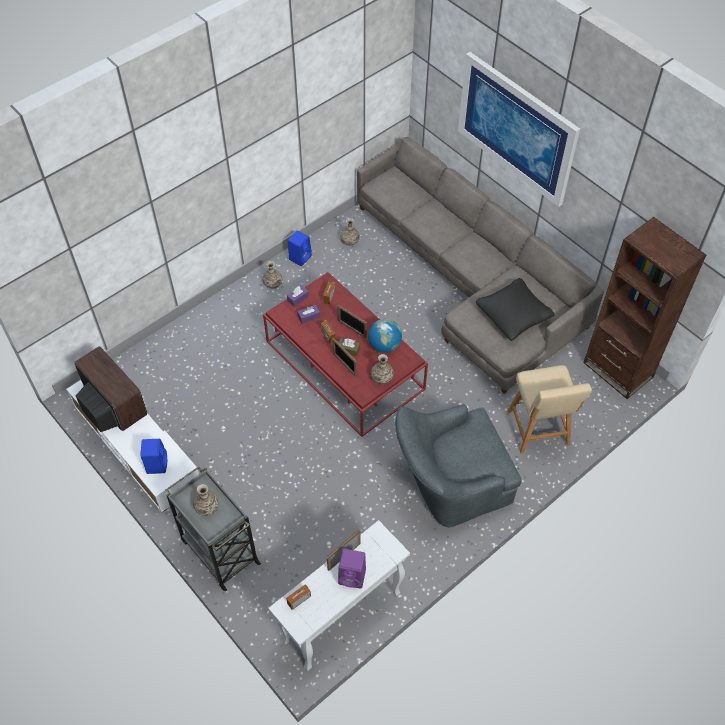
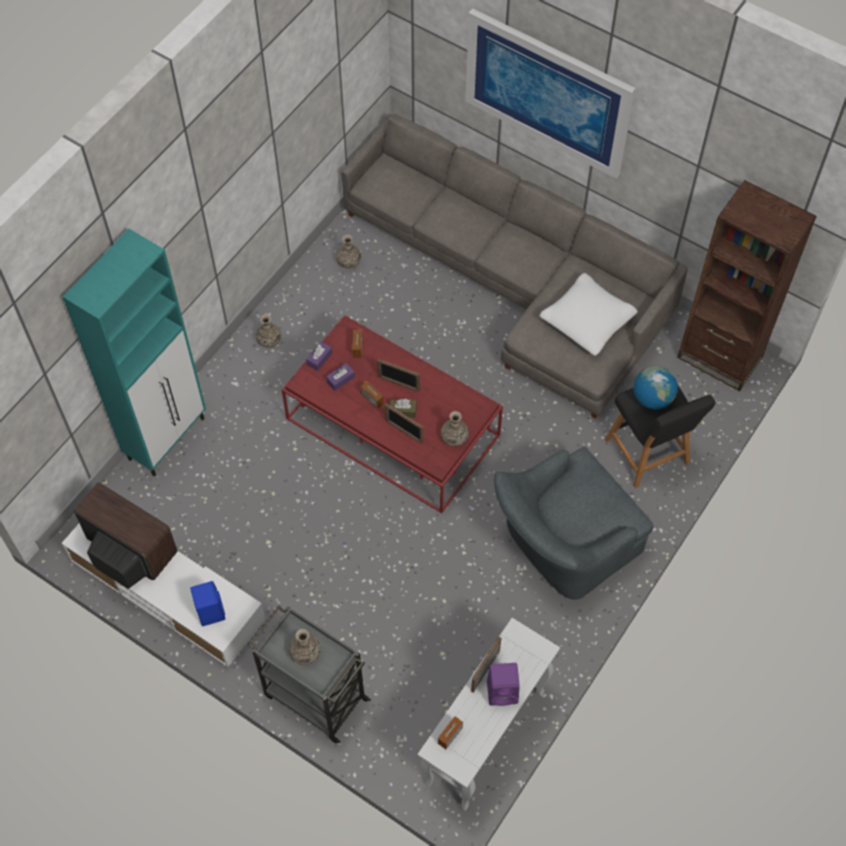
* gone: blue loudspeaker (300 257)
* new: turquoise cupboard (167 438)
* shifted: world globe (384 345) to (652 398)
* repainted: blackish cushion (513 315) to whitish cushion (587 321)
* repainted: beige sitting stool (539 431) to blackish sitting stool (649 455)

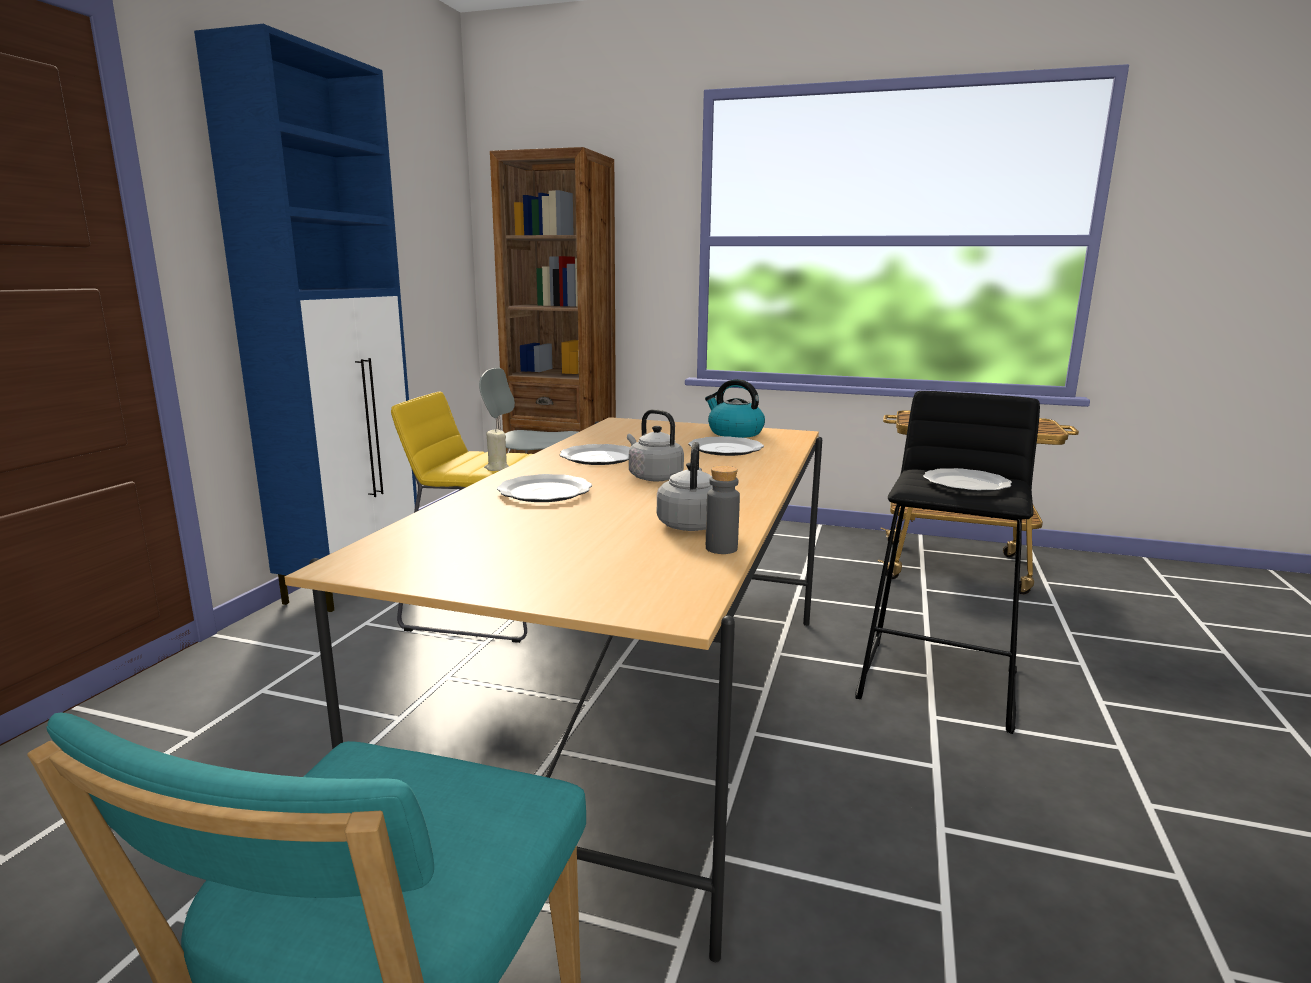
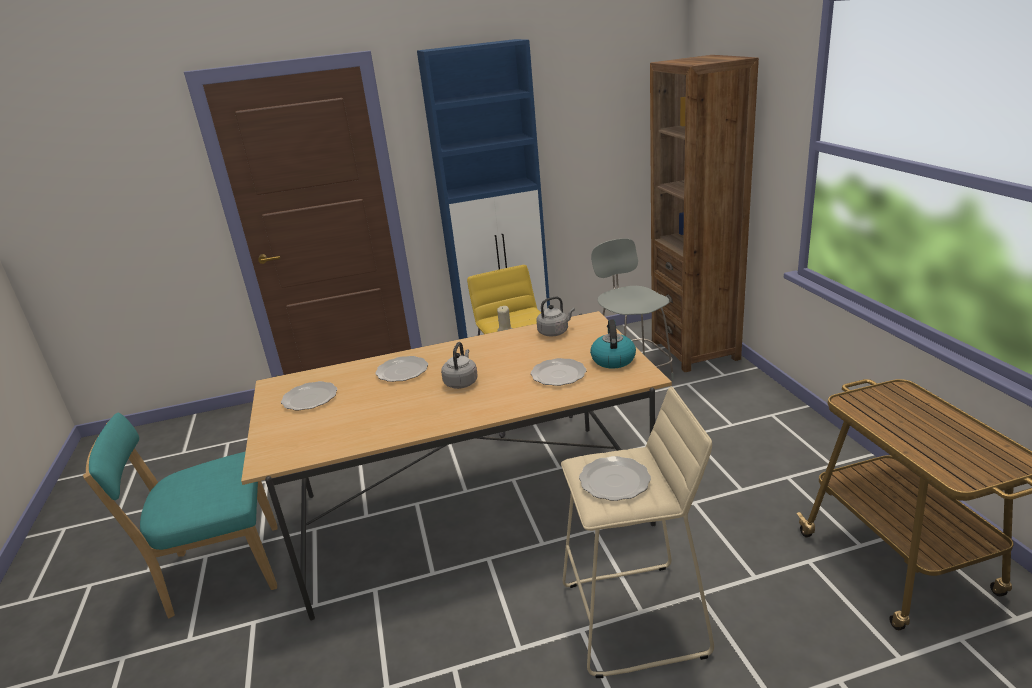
* gone: grey bottle (721 548)
* shifted: plate (598 457) to (310 398)
* shifted: grey kettle (690 524) to (554 332)
* repainted: blackish sitting stool (939 683) to beige sitting stool (634 619)

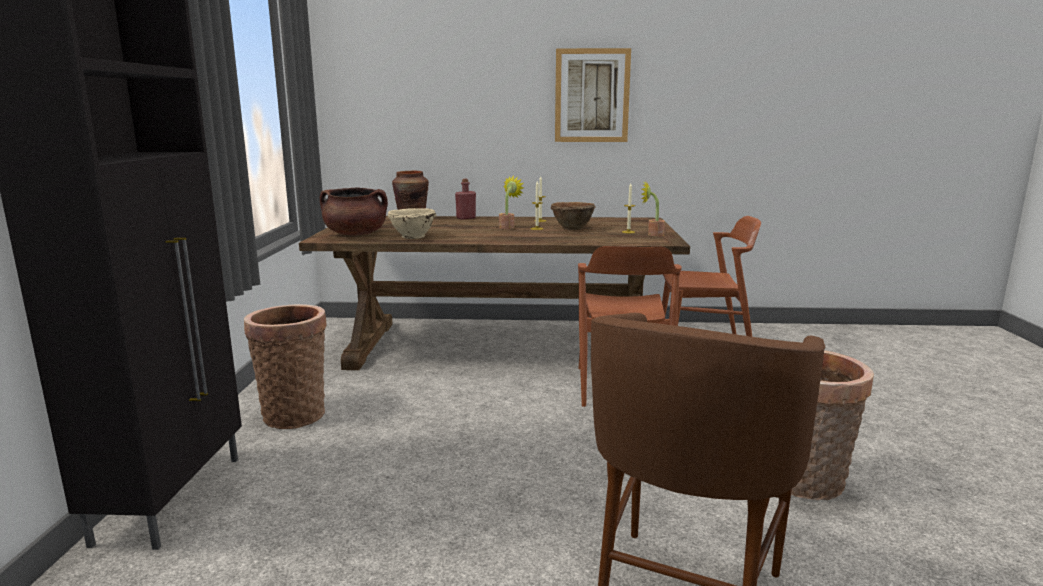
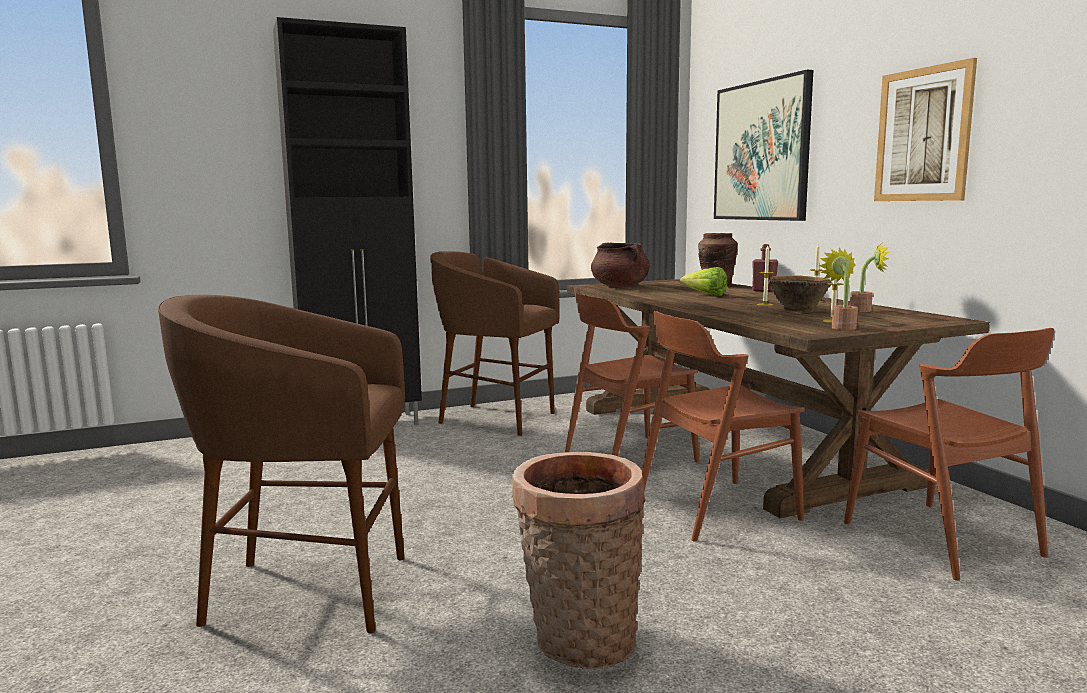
* gone: beige deep dish (412 237)
* new: brown-coloured chair (629 456)
* new: lettuce (706 295)
* new: wall art (761 151)
* shifted: plant in a pot (508 227) to (865 310)
* swapped: household basket (295 413) to brown-coloured sitting stool (495 419)

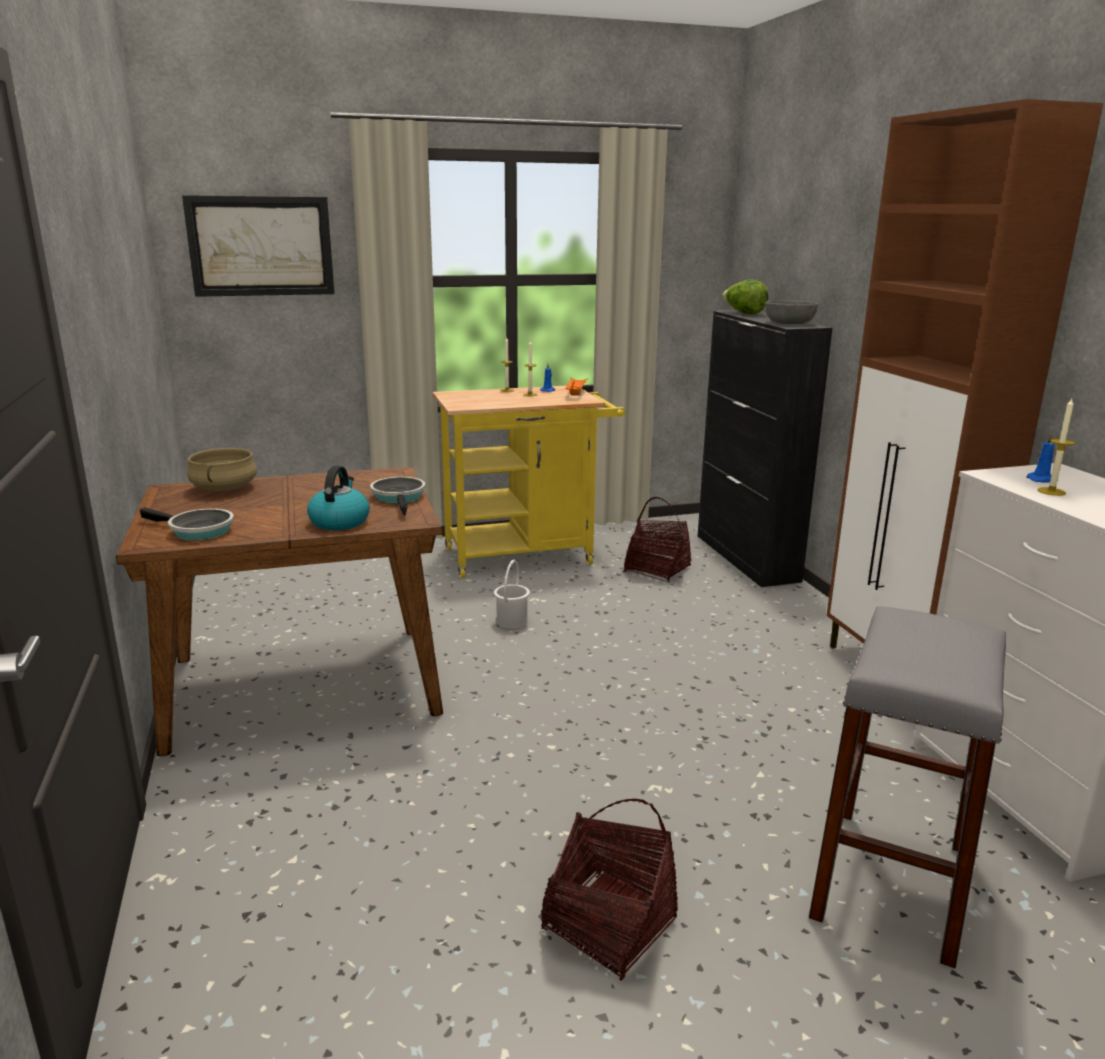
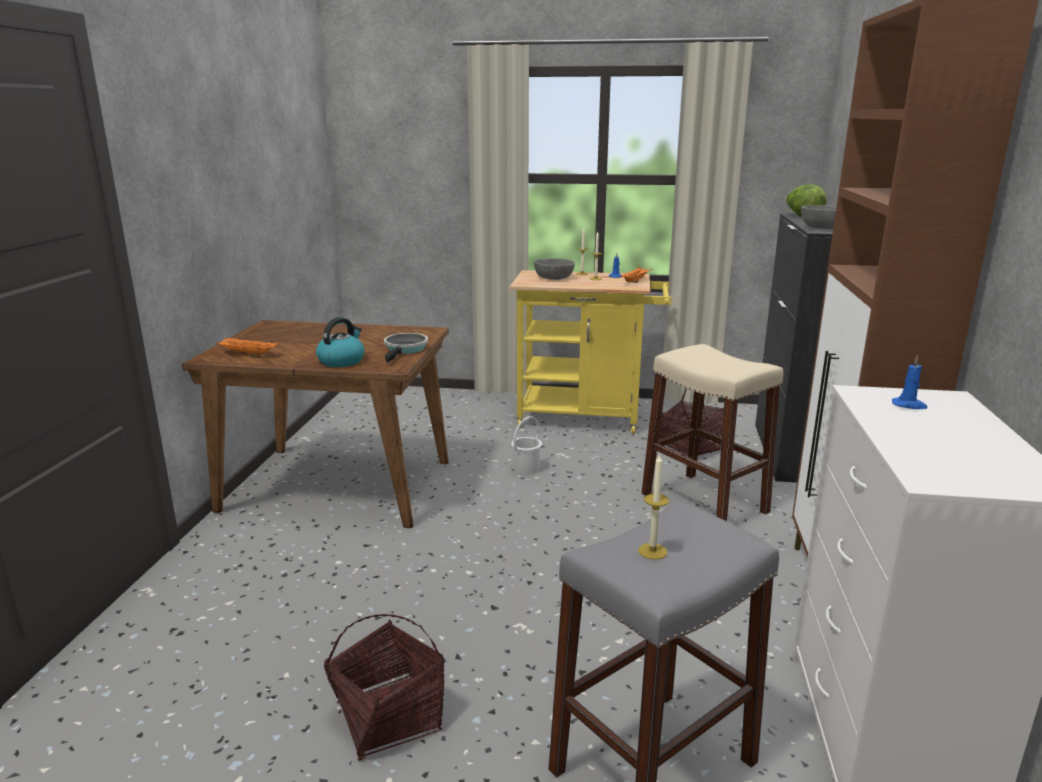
* gone: wall art (261 246)
* gone: beige stockpot (225 488)
* new: grey deep dish (554 277)
* new: beige sitting stool (704 503)
* shifted: wax light (1051 491) to (652 551)
* swapped: frying pan (197 531) to orangey serving tray (247 354)

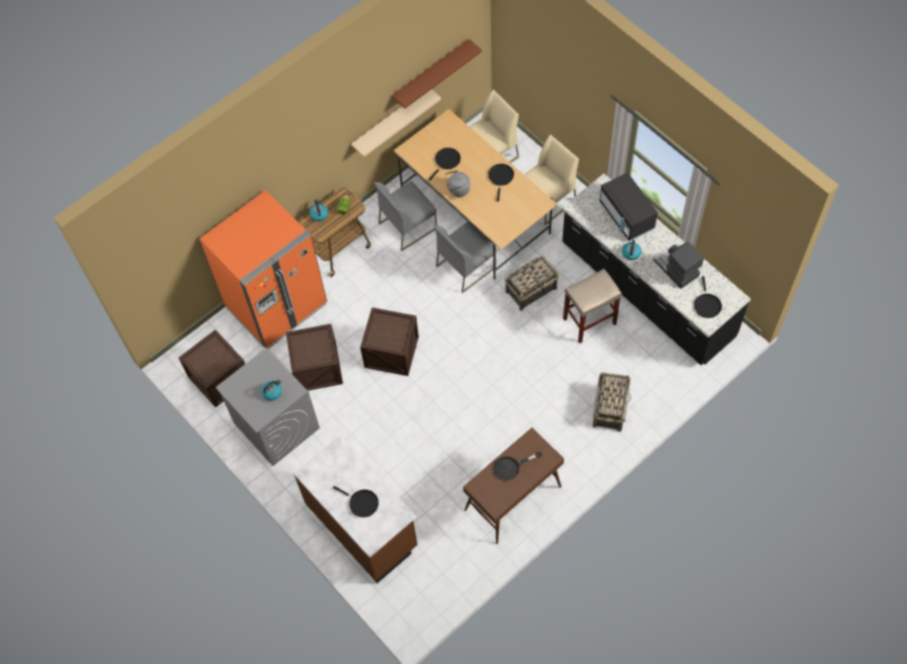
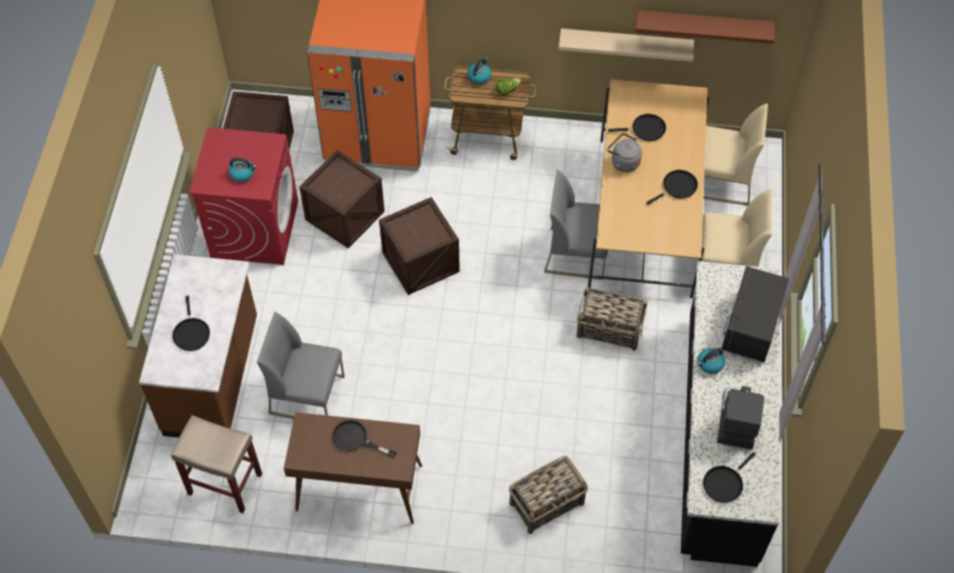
* shifted: grey chair (408 225) to (307 394)
* shifted: beige sitting stool (589 322) to (224 484)
* repainted: grey laundry appliance (276 425) to red laundry appliance (254 228)

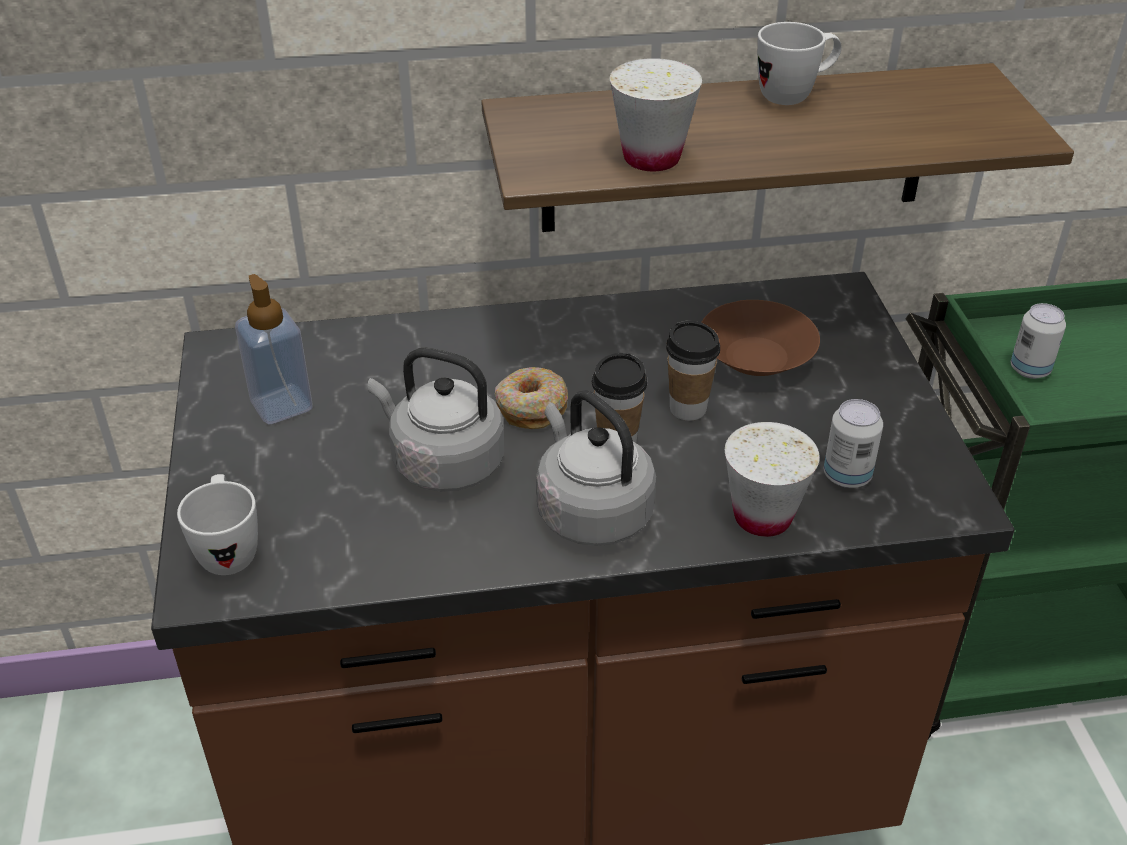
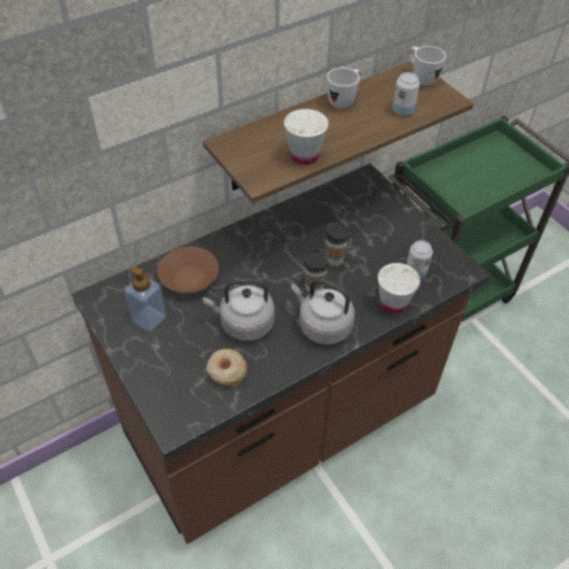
* shifted: whitish coffee mug (228 550) to (420 78)
* shifted: ring doughnut (531 407) to (226 372)
* shifted: brown-coloured deep dish (756 358) to (189 278)
* shifted: metal can (1029 369) to (403 110)

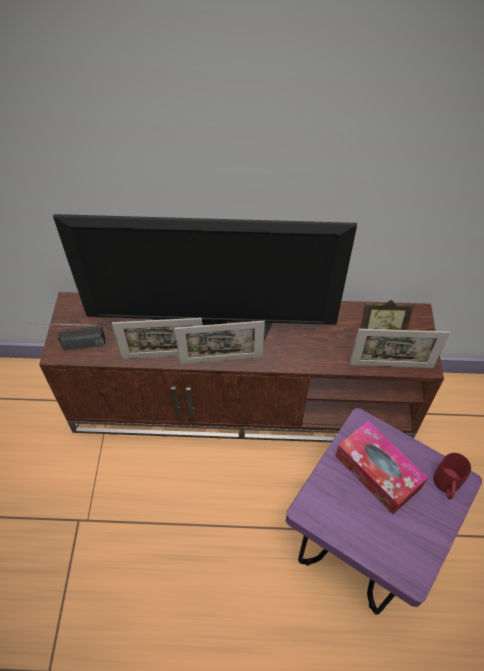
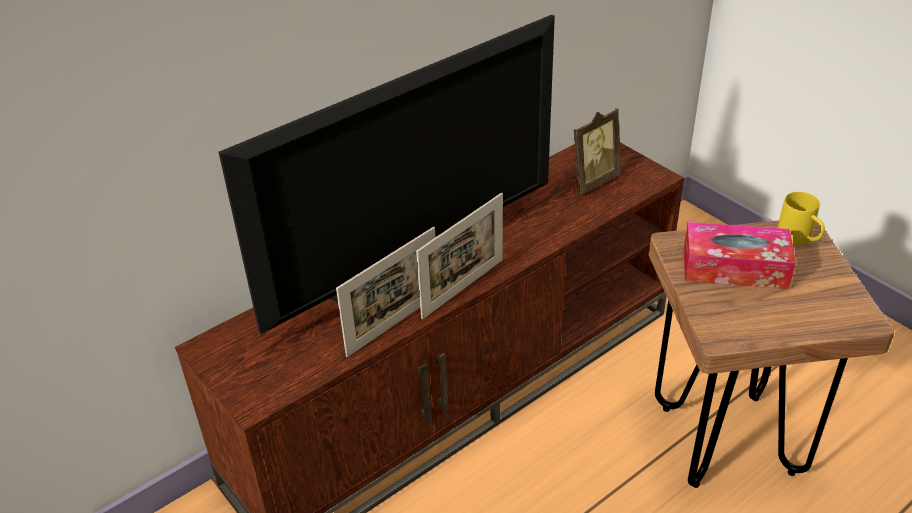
* gone: radio receiver (72 346)
* gone: standing frame (391 365)
* repainted: purple-coloured sitting stool (356 554) to brown-coloured sitting stool (727 440)
* repainted: red coffee mug (446 486) to yellow-coloured coffee mug (799 241)

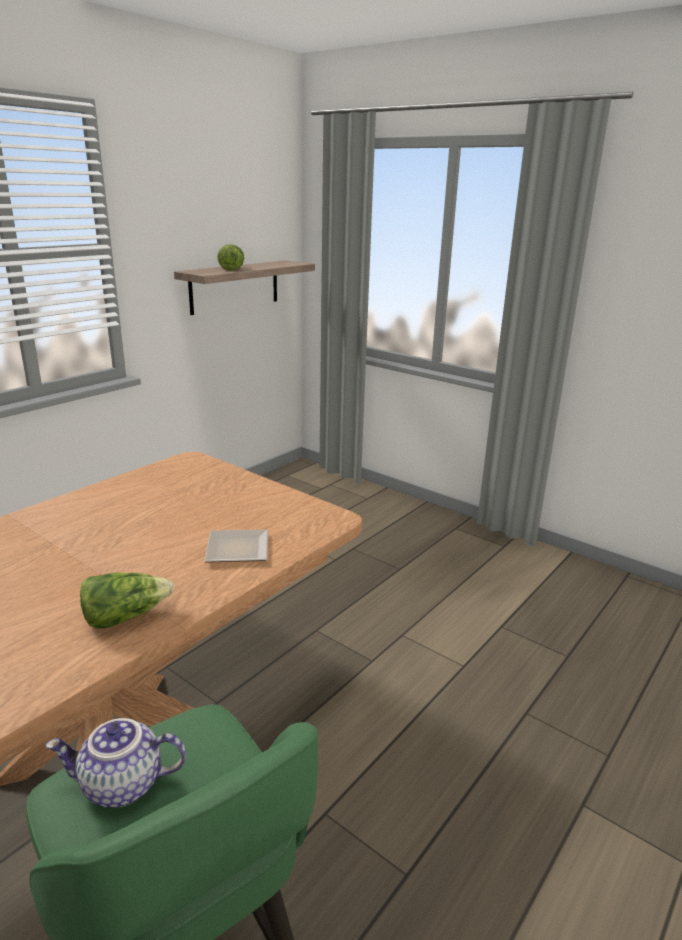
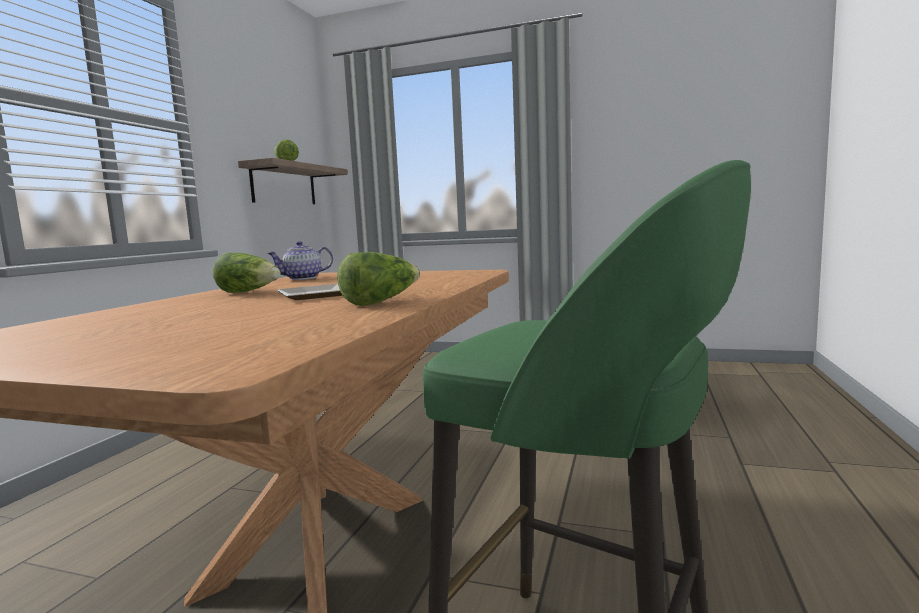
* new: lettuce (249 292)
* shifted: tea pot (121 786) to (302 278)
* shifted: plate (235 548) to (312 295)

